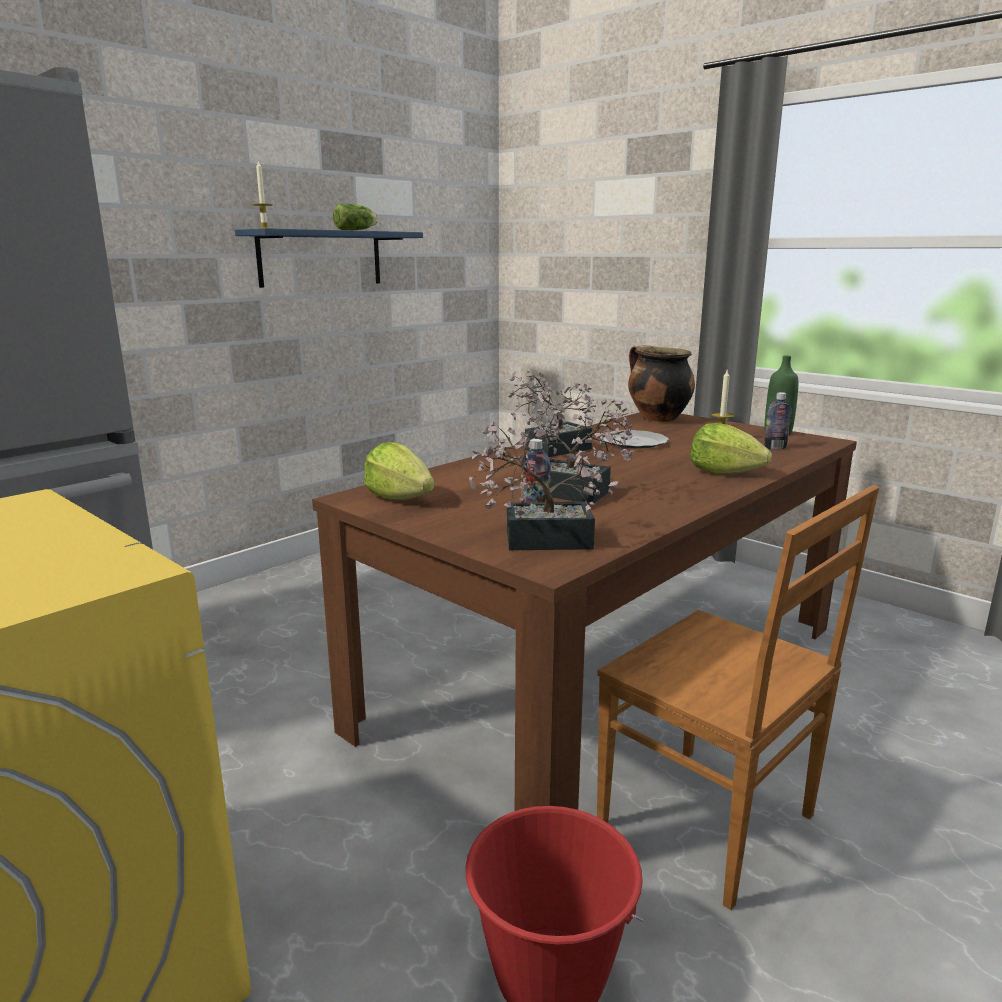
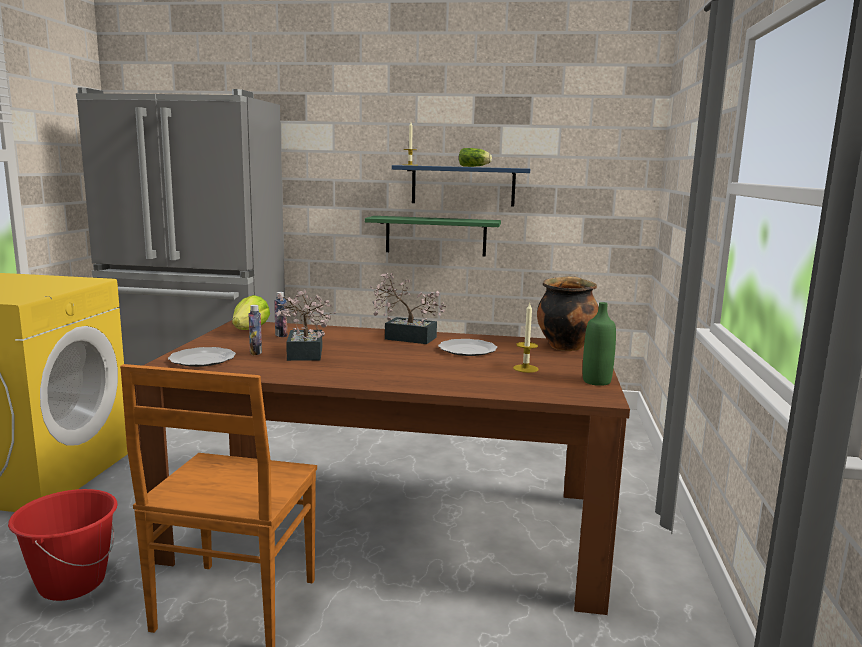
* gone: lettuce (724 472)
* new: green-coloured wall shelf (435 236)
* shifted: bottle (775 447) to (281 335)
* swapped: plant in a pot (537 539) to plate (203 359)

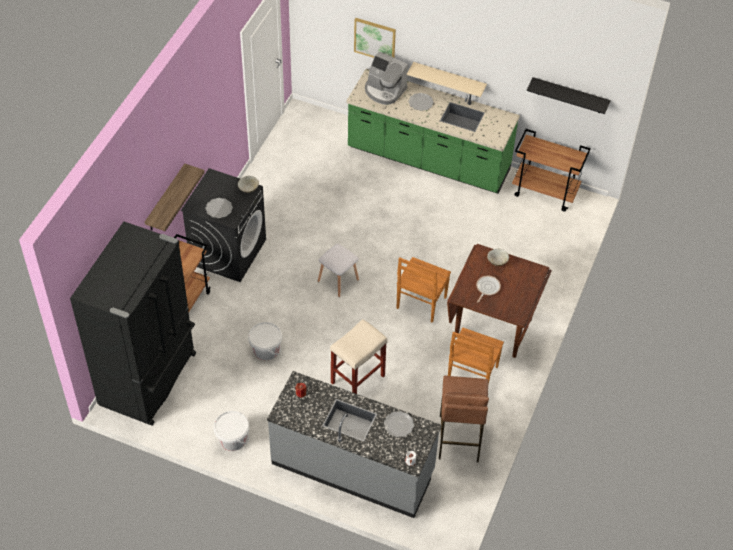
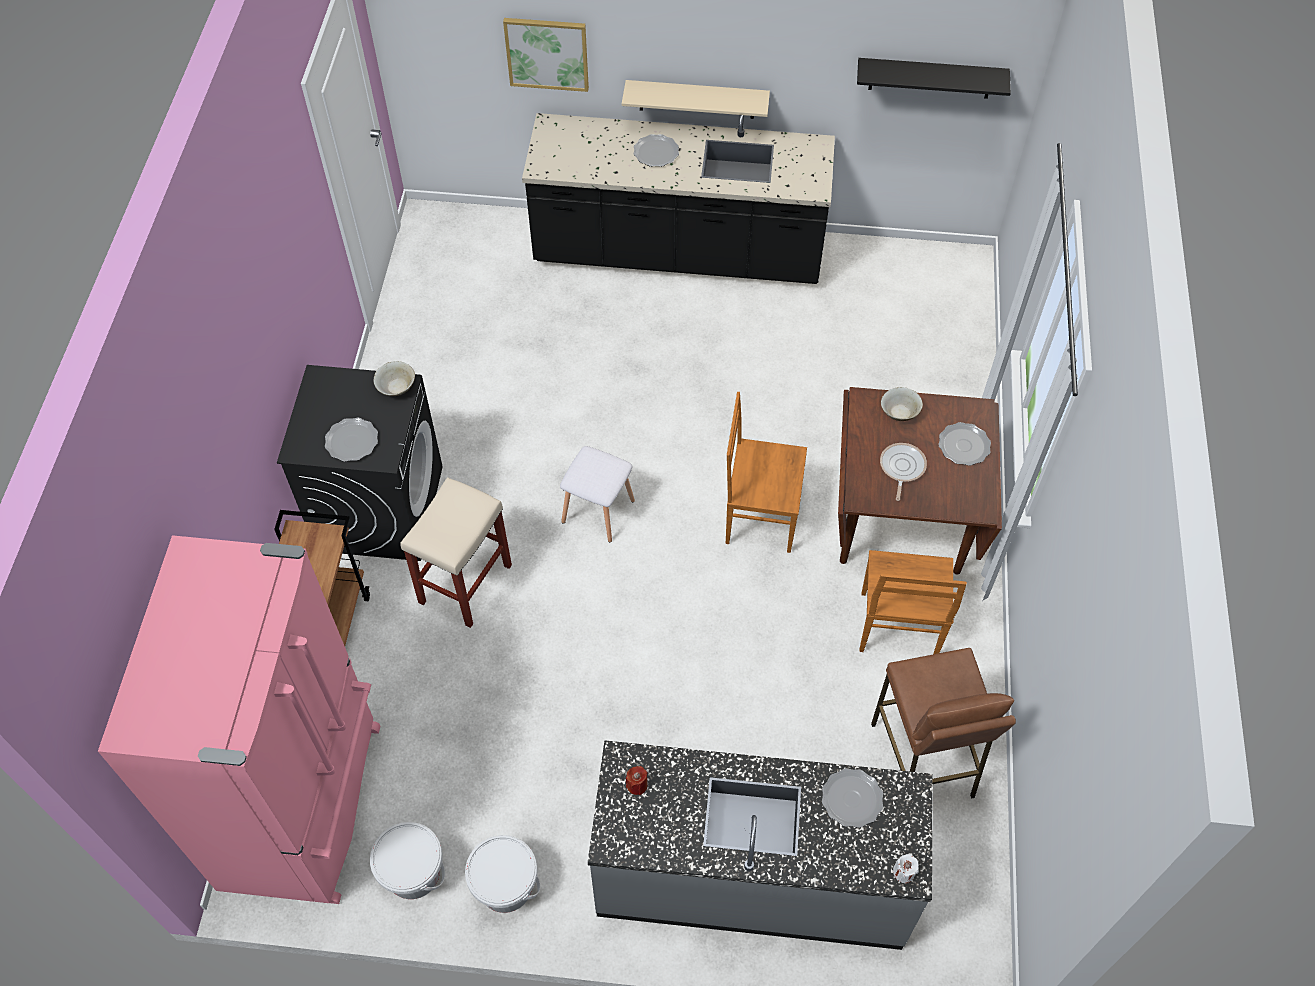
* gone: wall shelf (165 199)
* gone: coffee brewer (384 90)
* gone: brown-coloured cart (545 192)
* new: plate (963 445)
* shifted: whitish bucket (266 350) to (413 873)
* shifted: beige sitting stool (357 380) to (465 585)
* repainted: blackish kitchen fridge (150 379) to pink-coloured kitchen fridge (307 805)
* repainted: green-coloured kitchen counter (428 160) to blackish kitchen counter (678 254)
* rotated: brown-coloured chair (420 304) = (759 517) 90 degrees clockwise

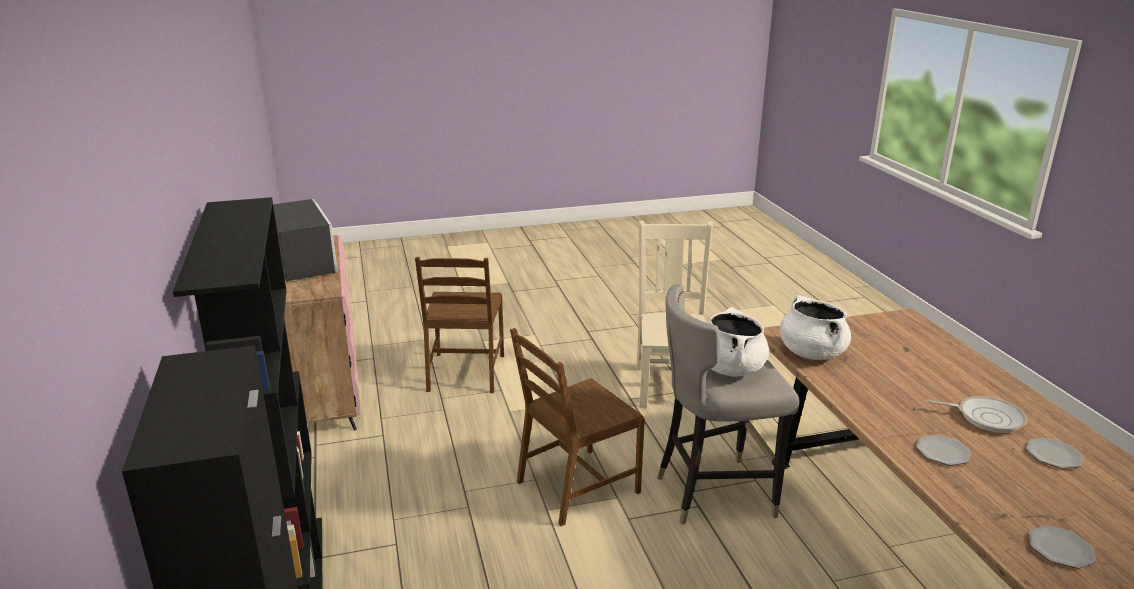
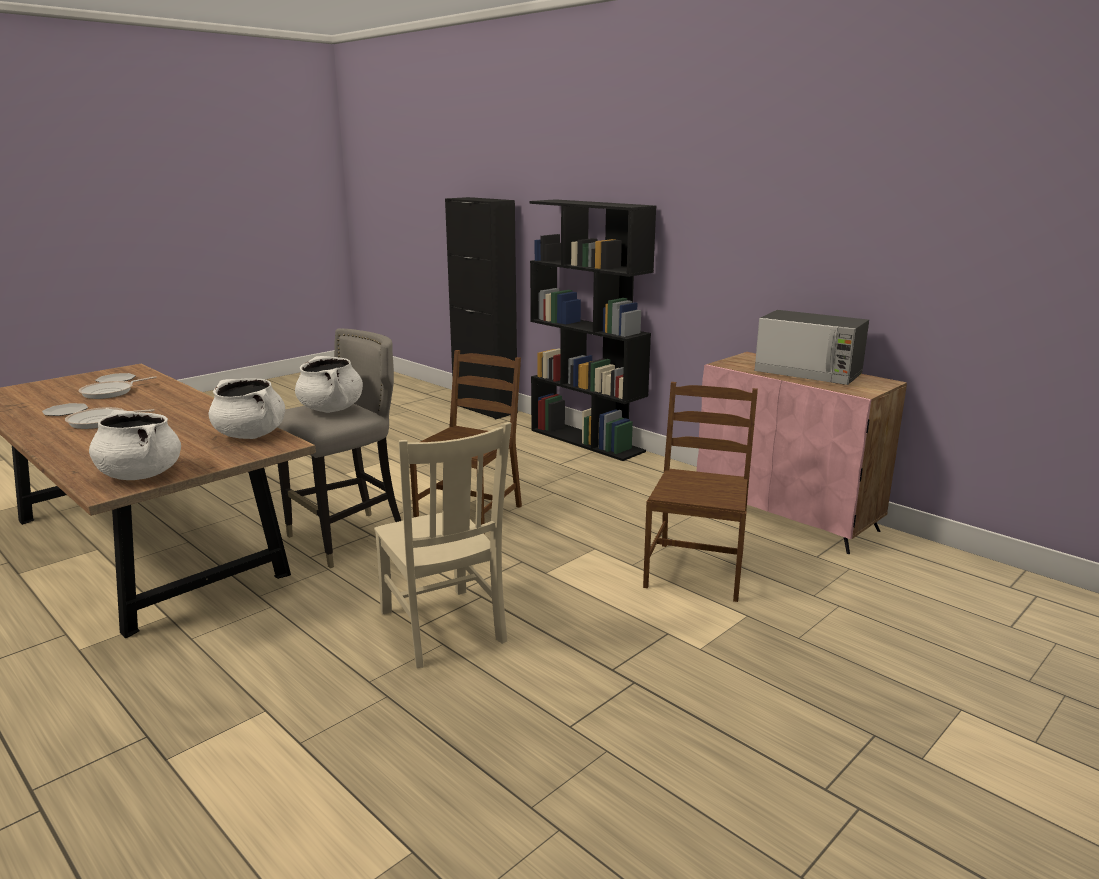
* gone: plate (943 452)
* new: frying pan (111 392)
* new: whitish stockpot (140 475)
* rotated: brown-coloured chair (465 373) = (695 570) 45 degrees clockwise

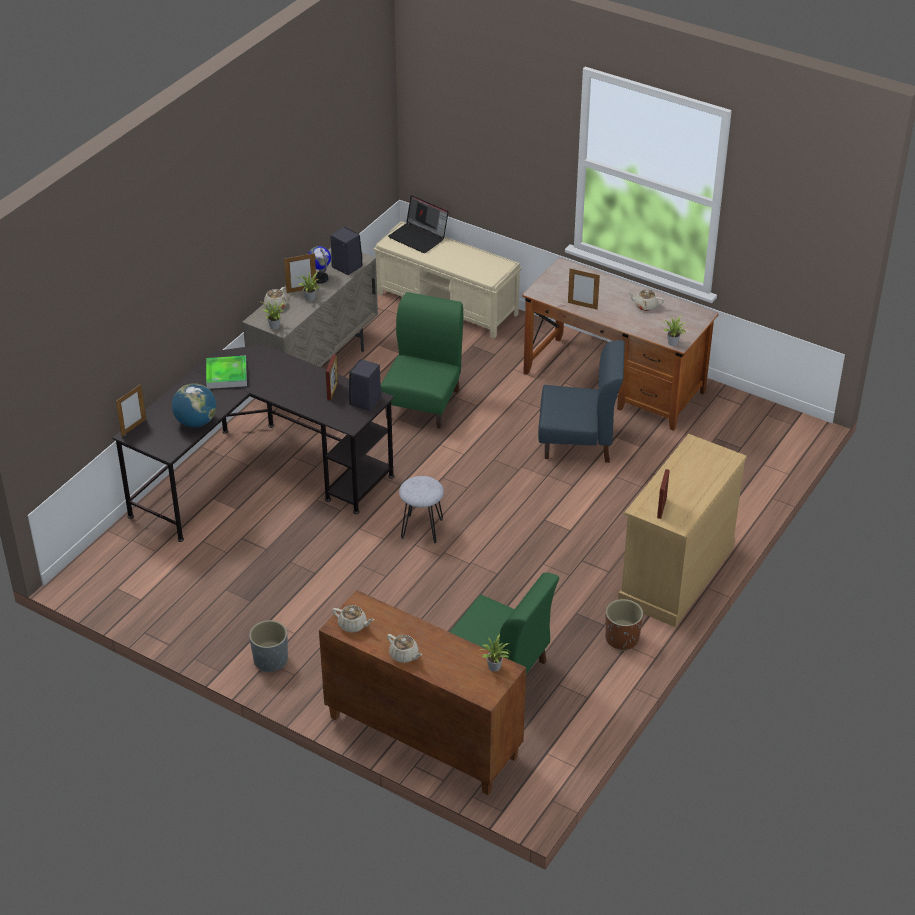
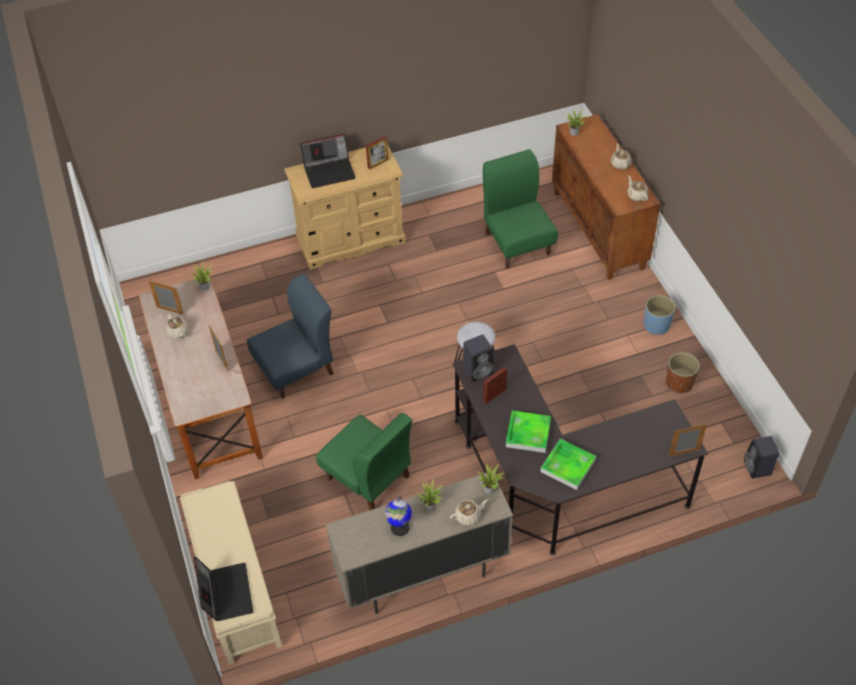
* gone: world globe (196 422)
* new: laptop (330 171)
* new: serving tray (528 433)
* shifted: standing frame (301 290) to (170 311)
* shifted: blackish loudspeaker (346 266) to (758 468)
* shifted: brown-coloured planter (621 638) to (679 383)
* repainted: grey planter (270 660) to blue planter (656 325)
* rotated: green-coloured chair (423 404) = (368 478) 105 degrees counterclockwise
* rotated: blue chair (578 442) = (296 369) 105 degrees clockwise

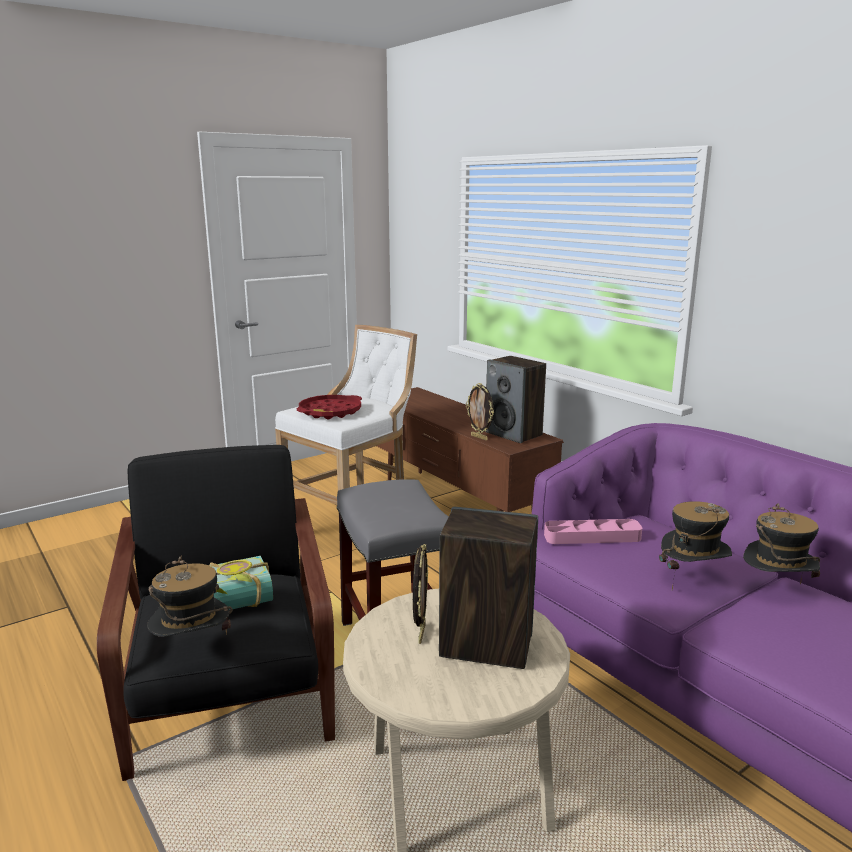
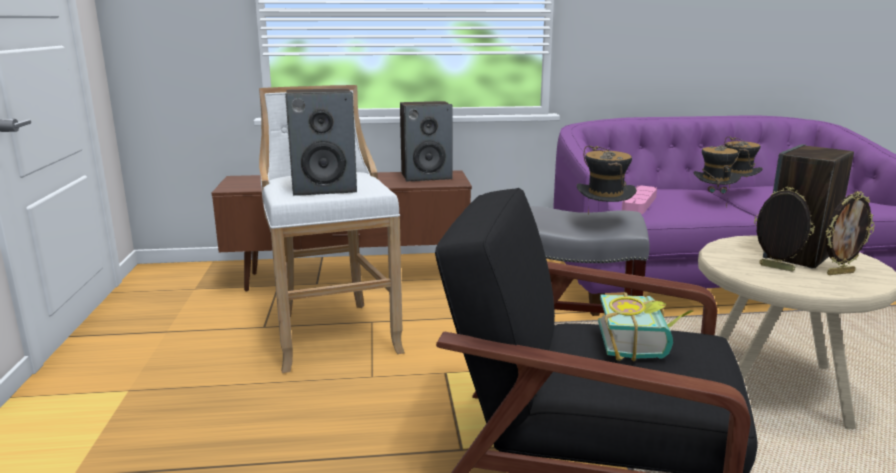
* shifted: hat (193 651) to (603 223)
* shifted: standing frame (479 437) to (839 273)
* swapped: red serving tray (330 412) to loudspeaker (325 188)

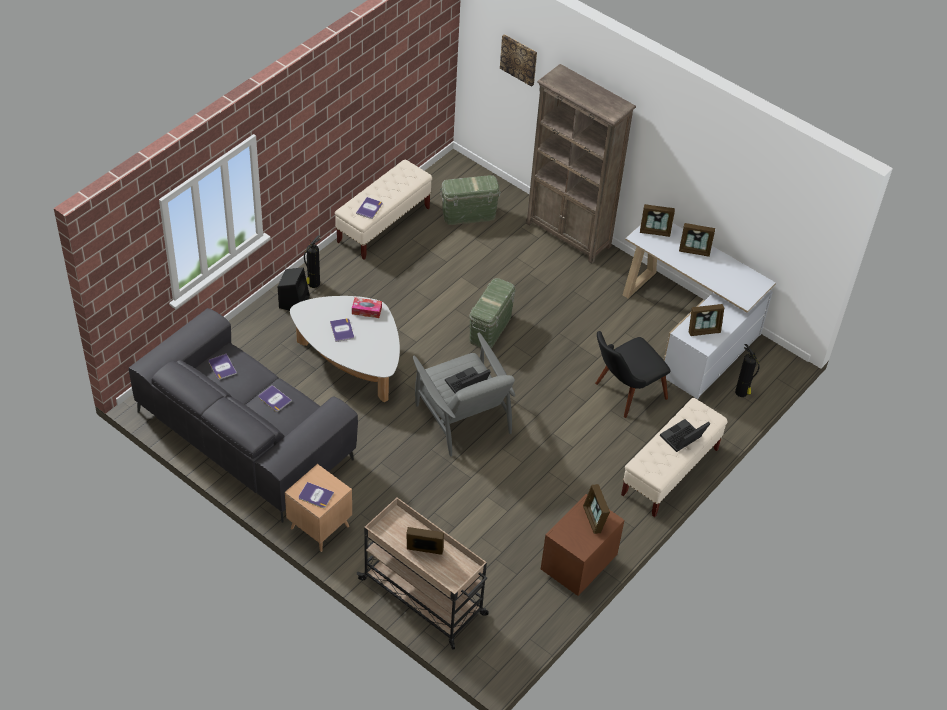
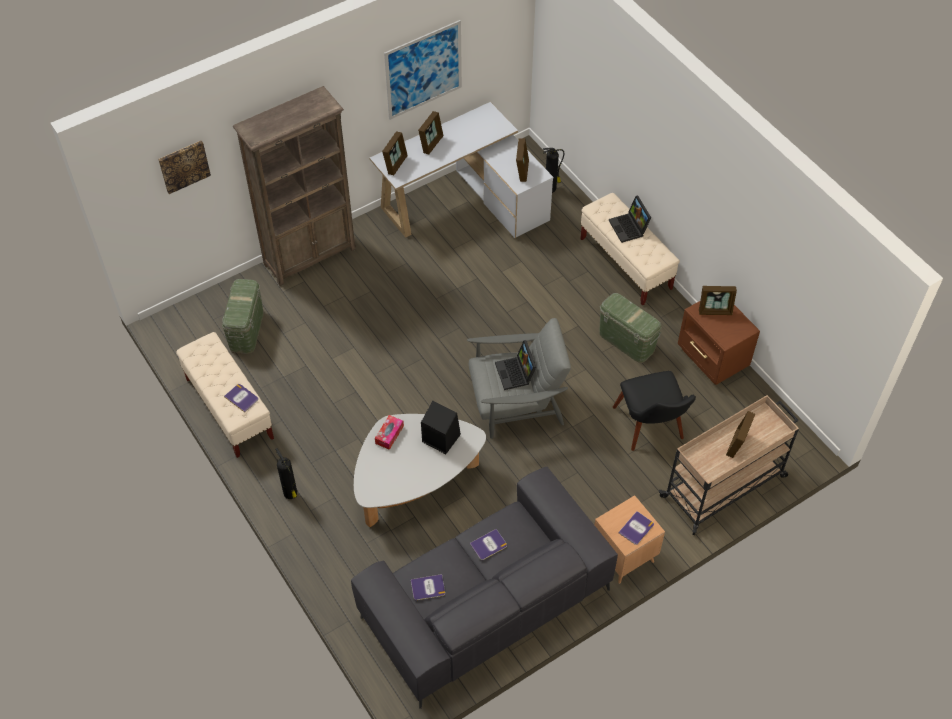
* gone: bound book (342 330)
* new: wall art (423 70)
* shifted: blackish loudspeaker (294 301) to (440 438)
* shifted: green-coloured storage box (490 329) to (627 341)
* shifted: blackish chair (623 394) to (652 430)

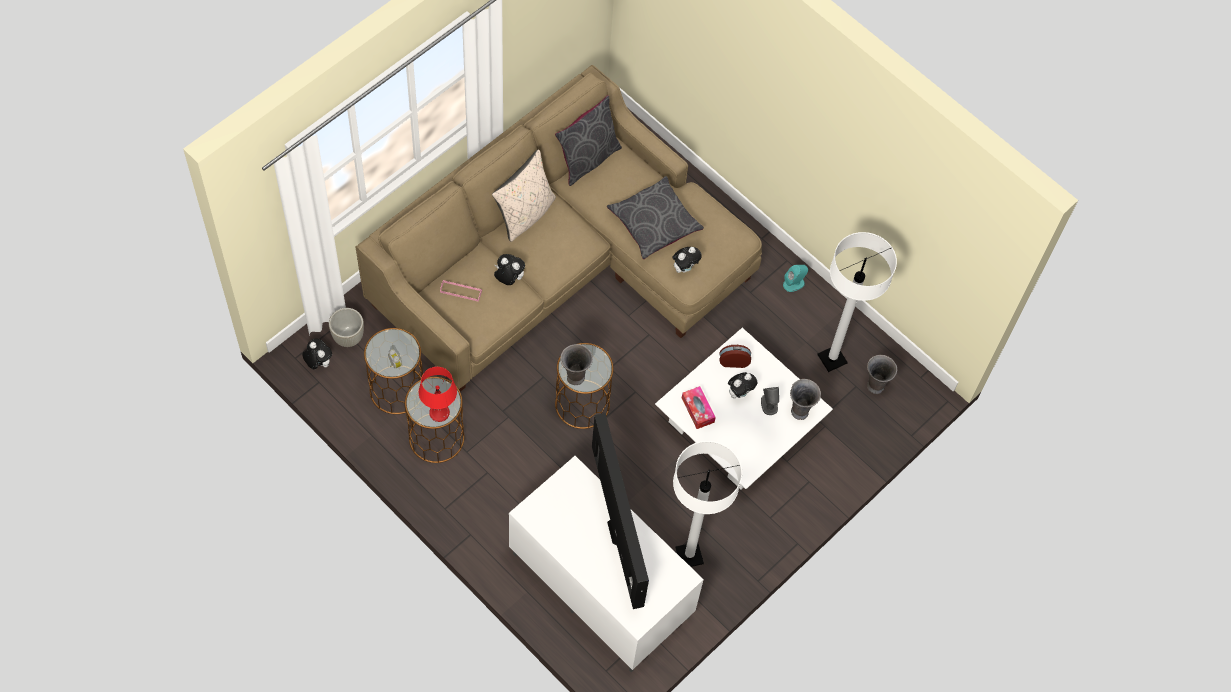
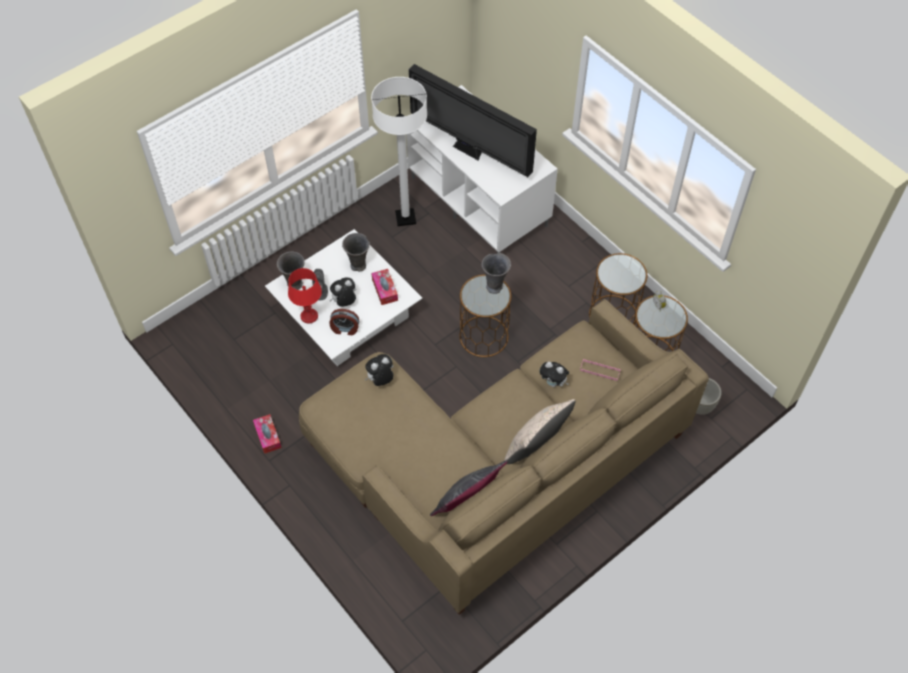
* gone: soft toy (318 363)
* gone: grey cushion (654 223)
* gone: whitish standard lamp (832 359)
* shifted: red table lamp (439 413) to (309 316)
* shifted: grey flower vase (874 386) to (358 266)
* swapped: turquoise loudspeaker (794 283) to box of tissues (267 436)
* rotated: TV (617 531) = (469 152) 45 degrees counterclockwise

